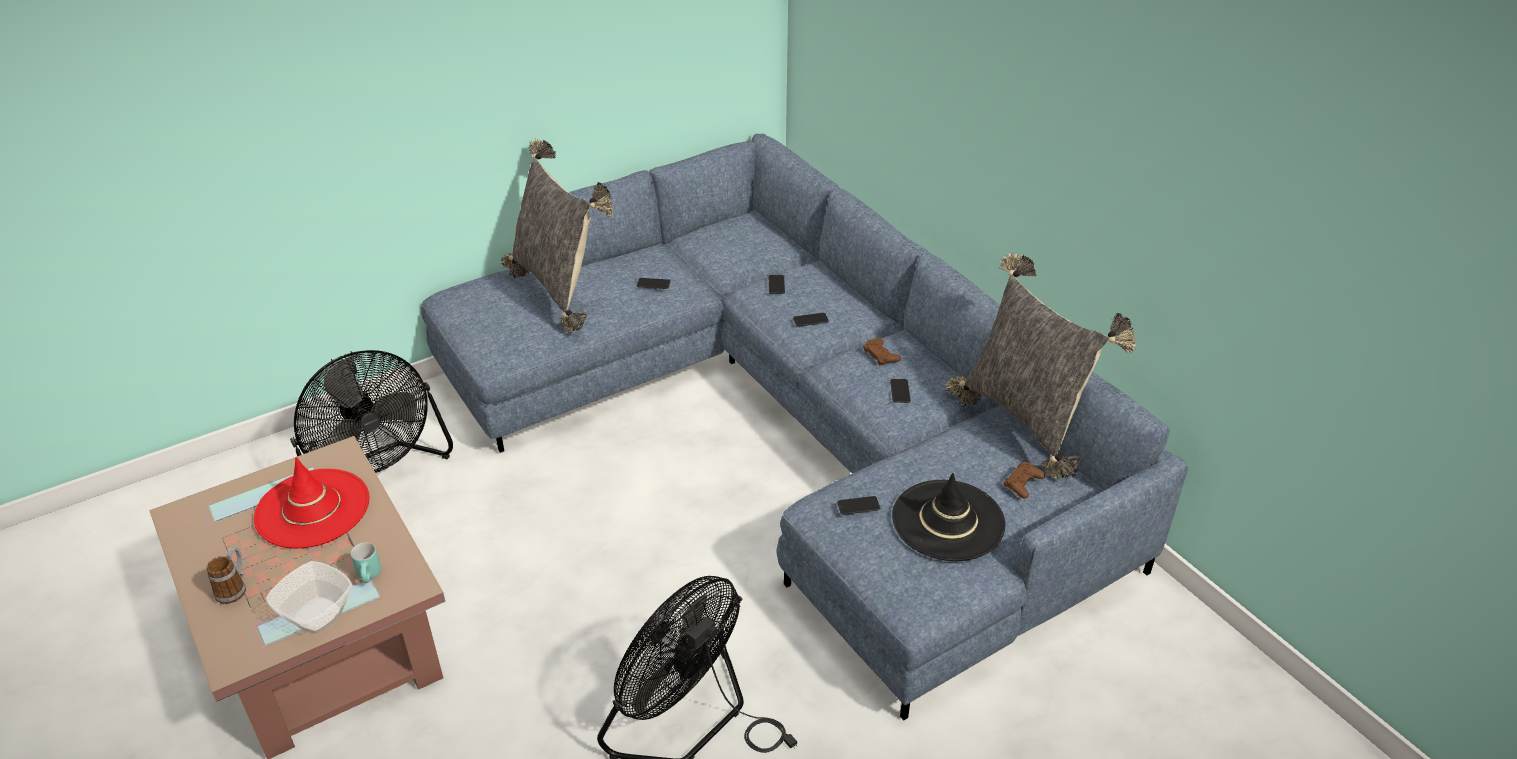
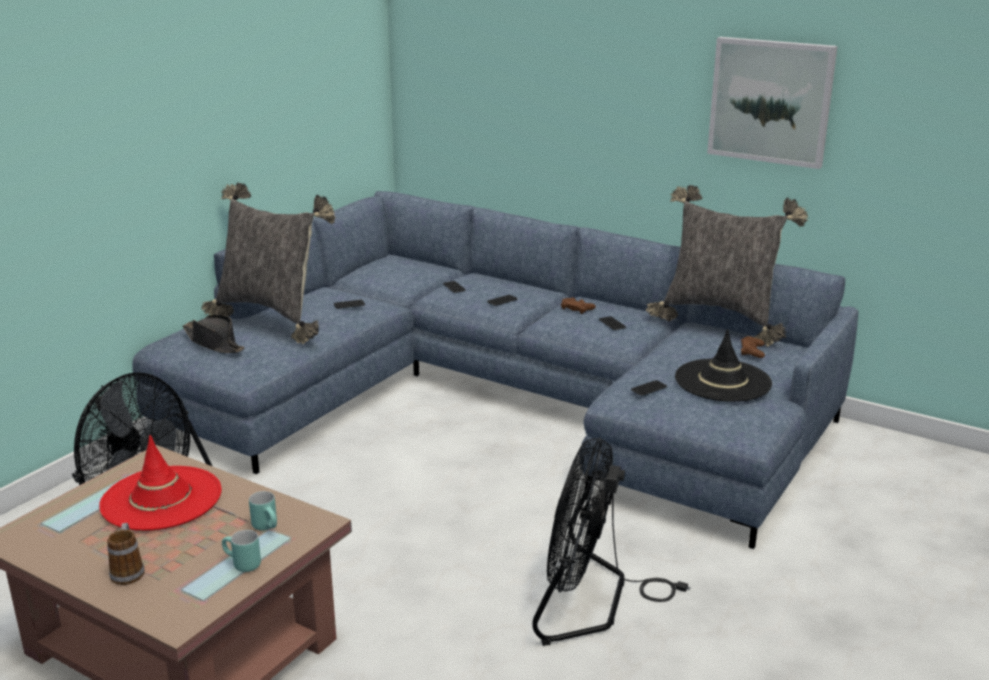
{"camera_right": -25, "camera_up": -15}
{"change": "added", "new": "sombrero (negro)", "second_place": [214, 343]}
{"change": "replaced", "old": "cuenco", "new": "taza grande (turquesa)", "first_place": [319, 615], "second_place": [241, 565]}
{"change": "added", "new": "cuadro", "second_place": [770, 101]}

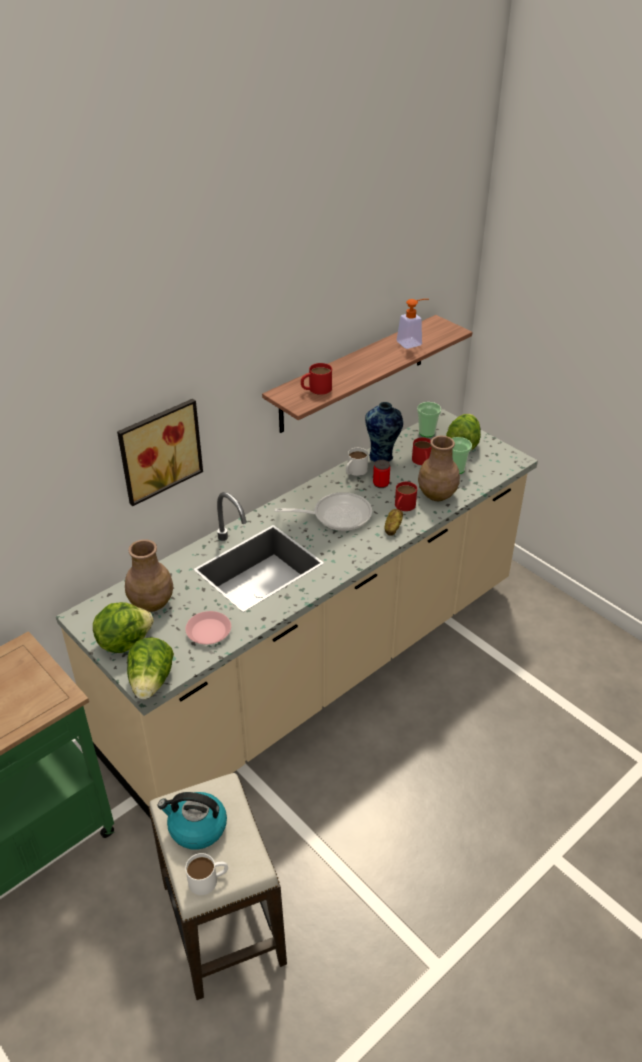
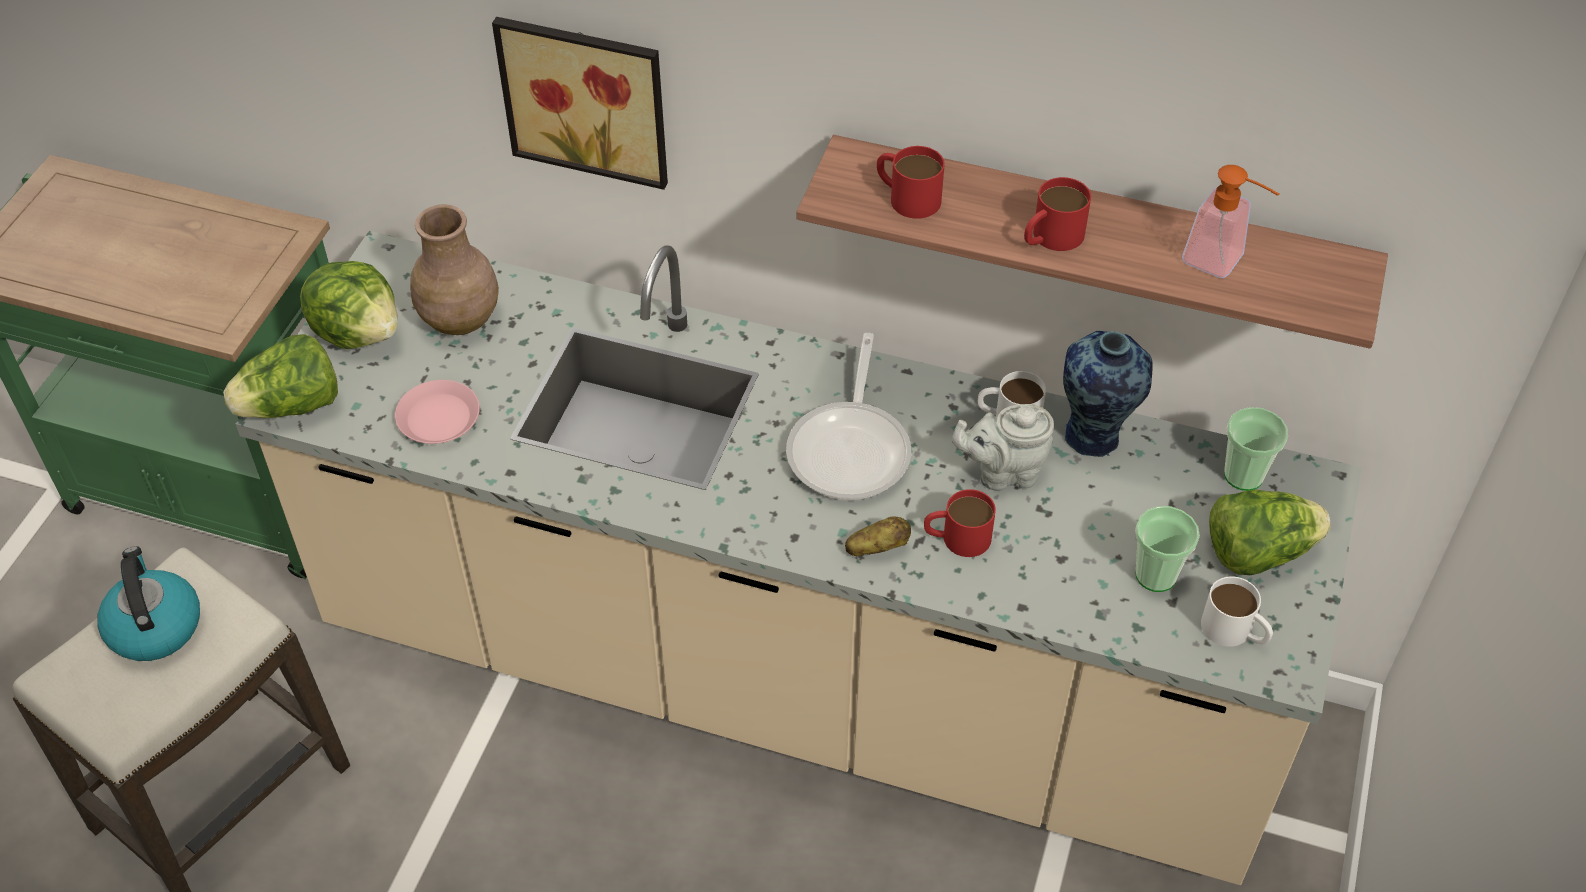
{"camera_right": 60, "camera_up": 10}
{"change": "turned", "old": "sartén", "first_place": [336, 515], "second_place": [851, 448], "degrees": 45}
{"change": "replaced", "old": "lata", "new": "tetera (gris)", "first_place": [381, 483], "second_place": [1003, 472]}
{"change": "moved", "old": "taza grande (rojo)", "first_place": [422, 461], "second_place": [1050, 237]}
{"change": "moved", "old": "taza grande (blanco)", "first_place": [208, 879], "second_place": [1235, 631]}
{"change": "removed", "old": "florero (marrón)", "first_place": [437, 495]}

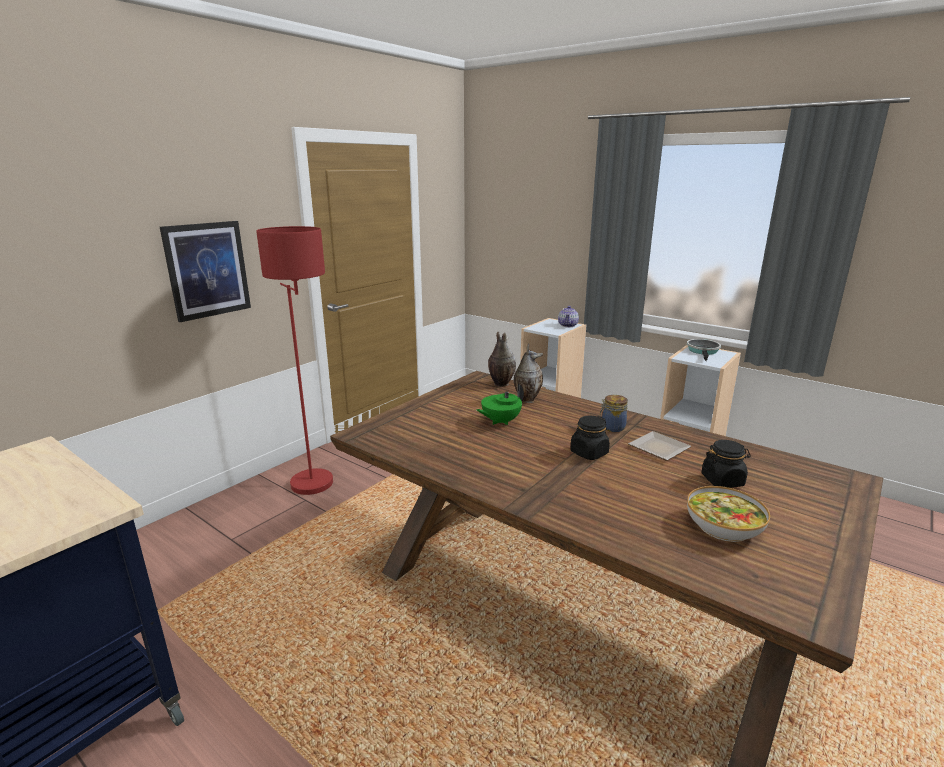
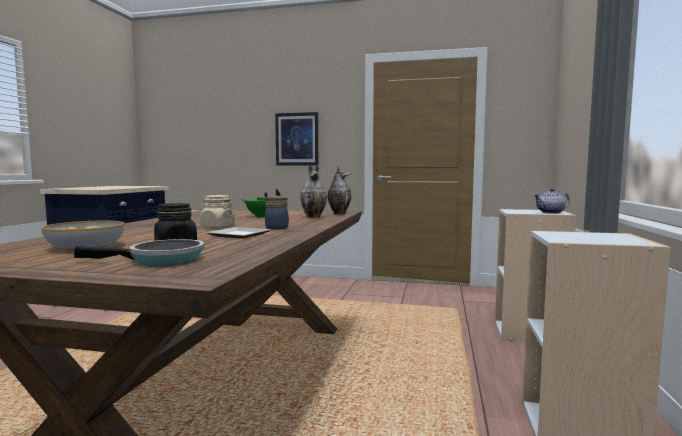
{"camera_right": 65, "camera_up": -15}
{"change": "moved", "old": "sartén", "first_place": [703, 351], "second_place": [161, 260]}
{"change": "recoloured", "old": "tarro (negro)", "new": "tarro (beis)", "first_place": [589, 453], "second_place": [217, 227]}
{"change": "removed", "old": "lámpara de pie (rojo)", "first_place": [317, 489]}

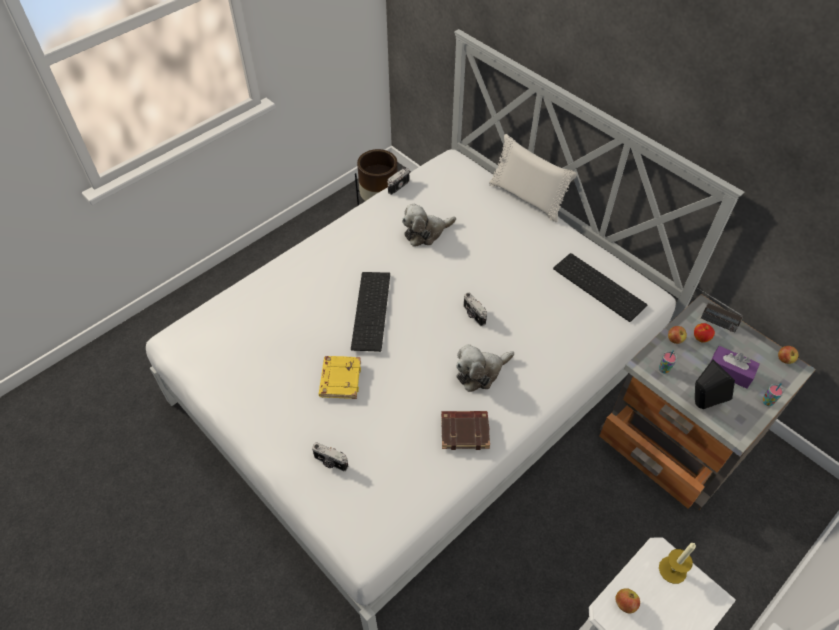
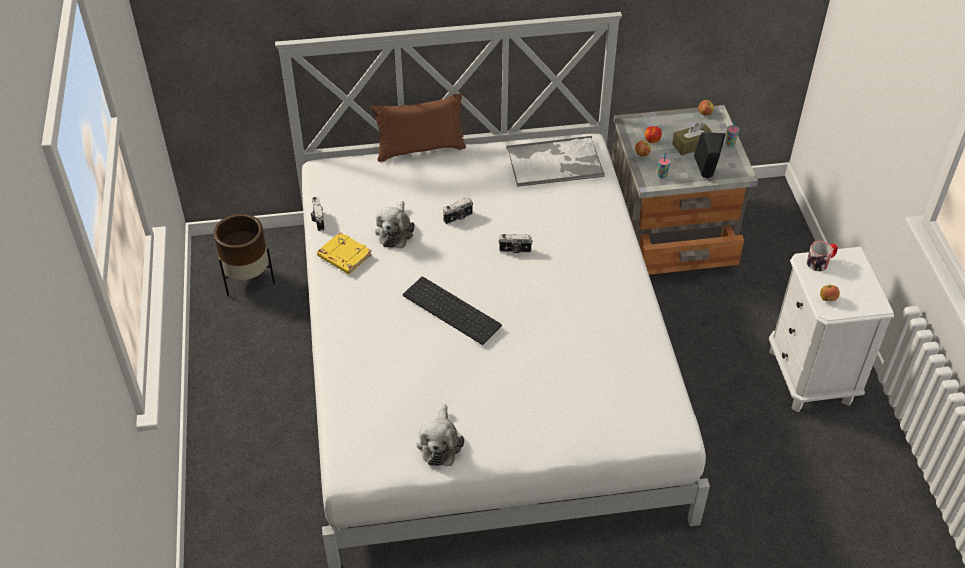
{"camera_right": -55, "camera_up": -5}
{"change": "moved", "old": "libro (amarillo)", "first_place": [339, 379], "second_place": [343, 256]}
{"change": "recoloured", "old": "cojín (blanco)", "new": "cojín (marrón)", "first_place": [527, 198], "second_place": [420, 149]}
{"change": "moved", "old": "peluche", "first_place": [481, 372], "second_place": [440, 444]}
{"change": "moved", "old": "cámara", "first_place": [330, 462], "second_place": [458, 218]}
{"change": "replaced", "old": "teclado", "new": "bandeja", "first_place": [601, 286], "second_place": [555, 162]}
{"change": "recoloured", "old": "caja de pañuelos (morado)", "new": "caja de pañuelos (marrón)", "first_place": [729, 372], "second_place": [692, 145]}
{"change": "replaced", "old": "vela", "new": "taza grande", "first_place": [672, 569], "second_place": [821, 262]}
{"change": "removed", "old": "libro (marrón)", "first_place": [465, 431]}
{"change": "removed", "old": "radio", "first_place": [709, 319]}

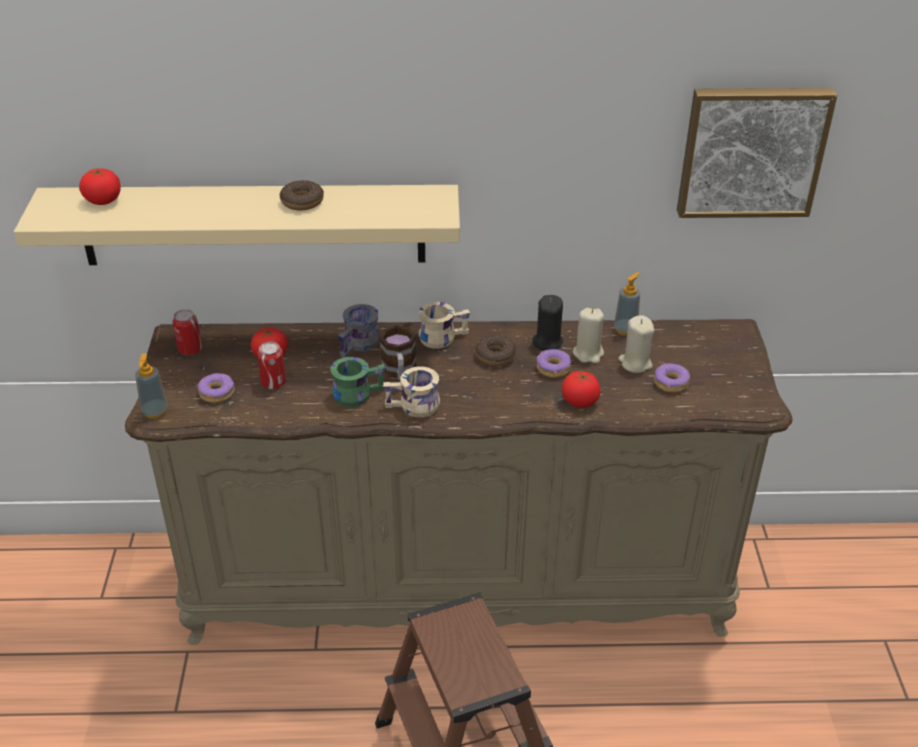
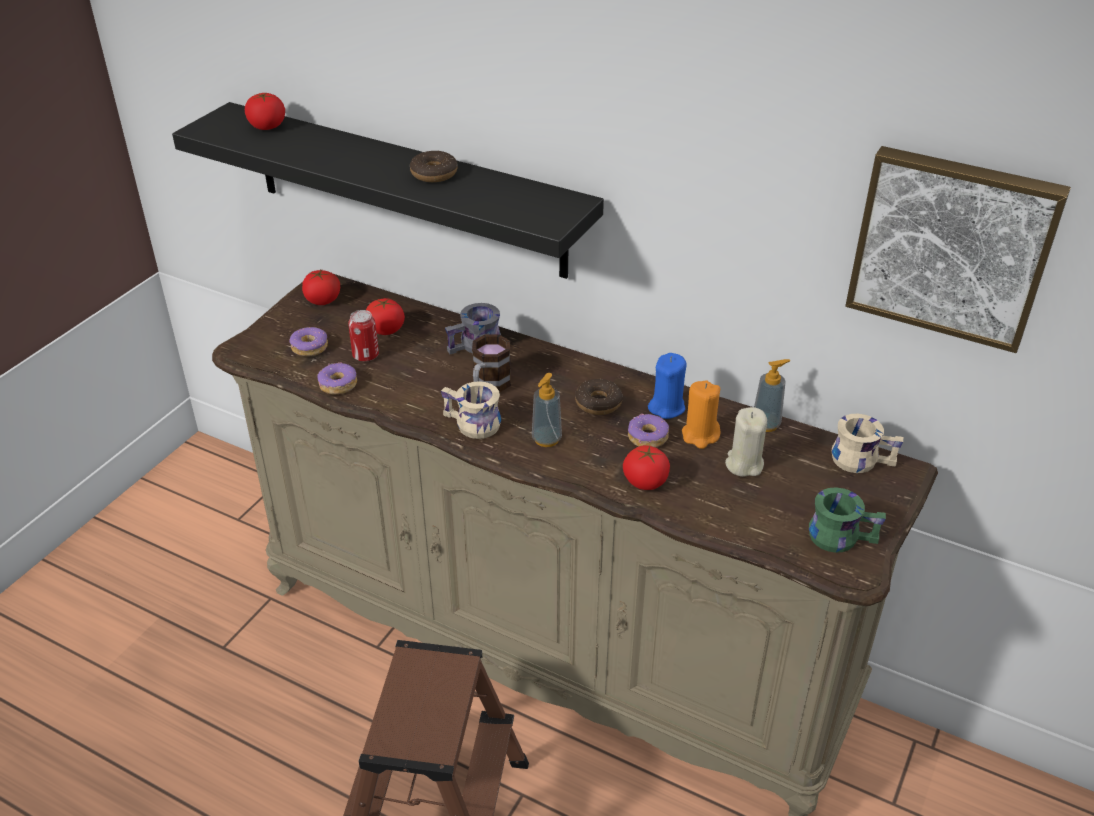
{"camera_right": 30, "camera_up": 0}
{"change": "recoloured", "old": "estante (beis)", "new": "estante (negro)", "first_place": [253, 224], "second_place": [406, 189]}
{"change": "replaced", "old": "lata", "new": "tomate", "first_place": [190, 350], "second_place": [323, 300]}
{"change": "moved", "old": "rosquilla", "first_place": [670, 383], "second_place": [337, 385]}
{"change": "moved", "old": "dispensador de jabón", "first_place": [155, 412], "second_place": [546, 439]}
{"change": "recoloured", "old": "vela (negro)", "new": "vela (azul)", "first_place": [547, 341], "second_place": [666, 407]}
{"change": "recoloured", "old": "vela (beis)", "new": "vela (naranja)", "first_place": [588, 353], "second_place": [700, 435]}
{"change": "moved", "old": "taza grande (verde)", "first_place": [357, 392], "second_place": [840, 534]}
{"change": "moved", "old": "taza grande (beis)", "first_place": [441, 335], "second_place": [861, 458]}

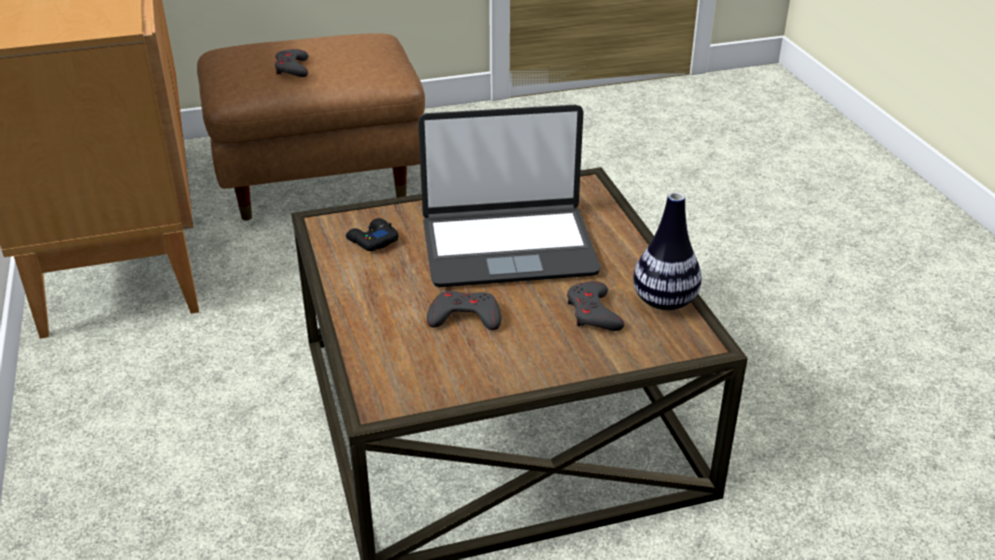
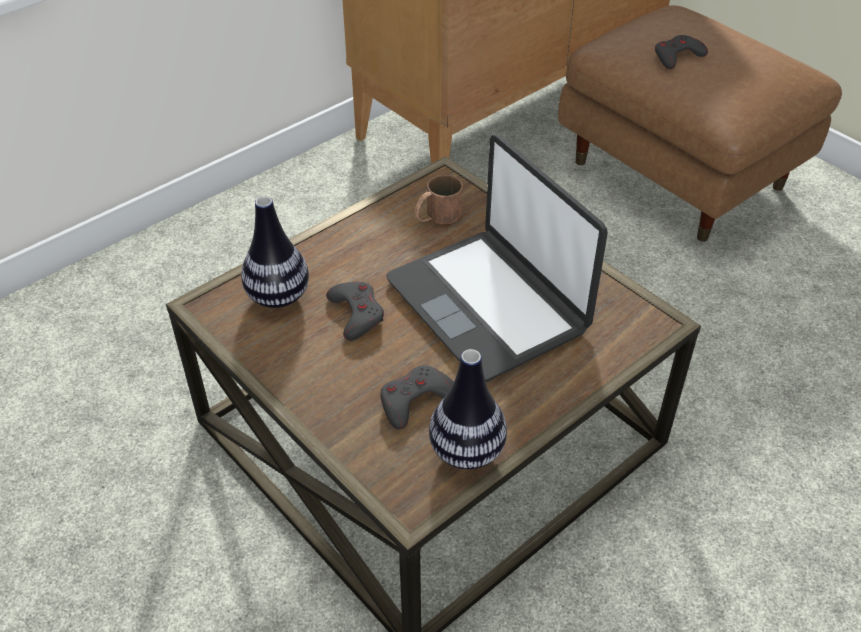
{"camera_right": 65, "camera_up": 10}
{"change": "added", "new": "florero", "second_place": [278, 297]}
{"change": "replaced", "old": "mando de consola (negro)", "new": "taza grande (marrón)", "first_place": [372, 240], "second_place": [437, 216]}

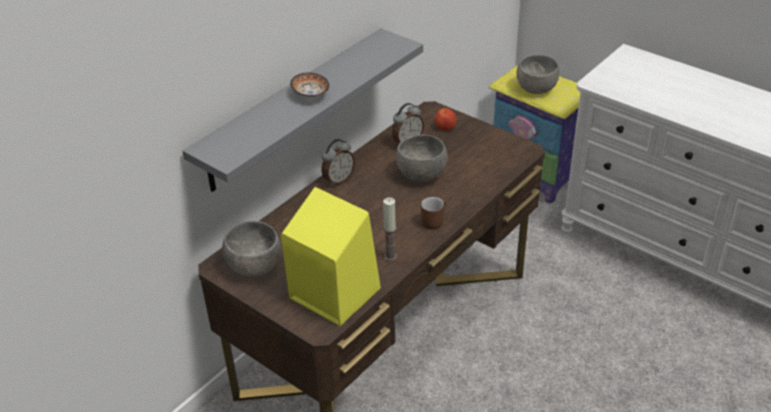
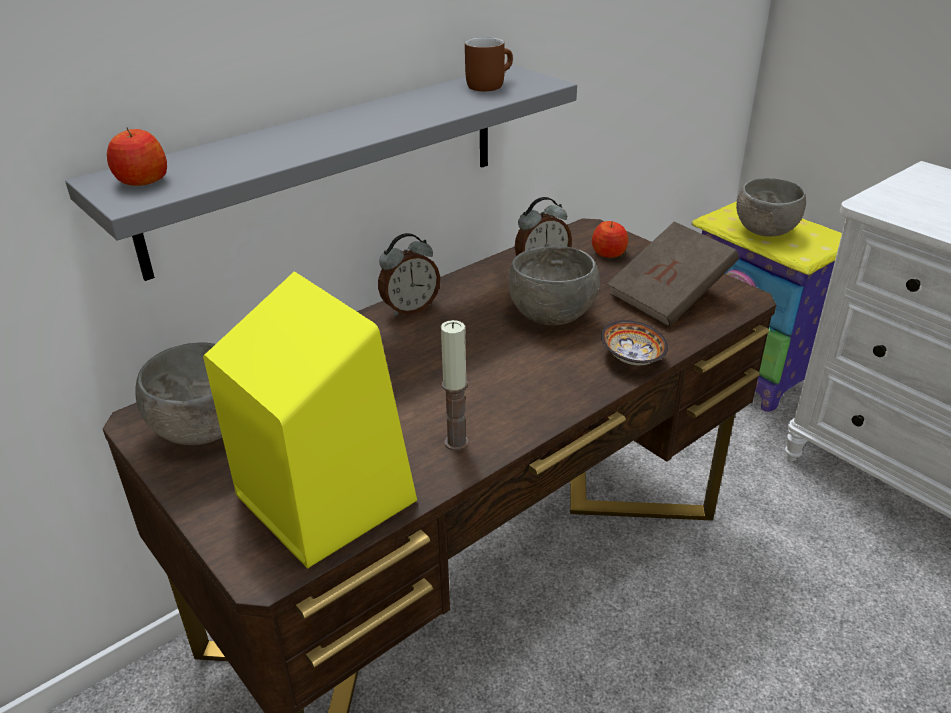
{"camera_right": 10, "camera_up": -5}
{"change": "added", "new": "manzana", "second_place": [141, 181]}
{"change": "moved", "old": "taza grande (marrón)", "first_place": [433, 220], "second_place": [488, 84]}
{"change": "moved", "old": "cuenco", "first_place": [310, 95], "second_place": [631, 359]}
{"change": "added", "new": "libro (marrón)", "second_place": [669, 297]}

